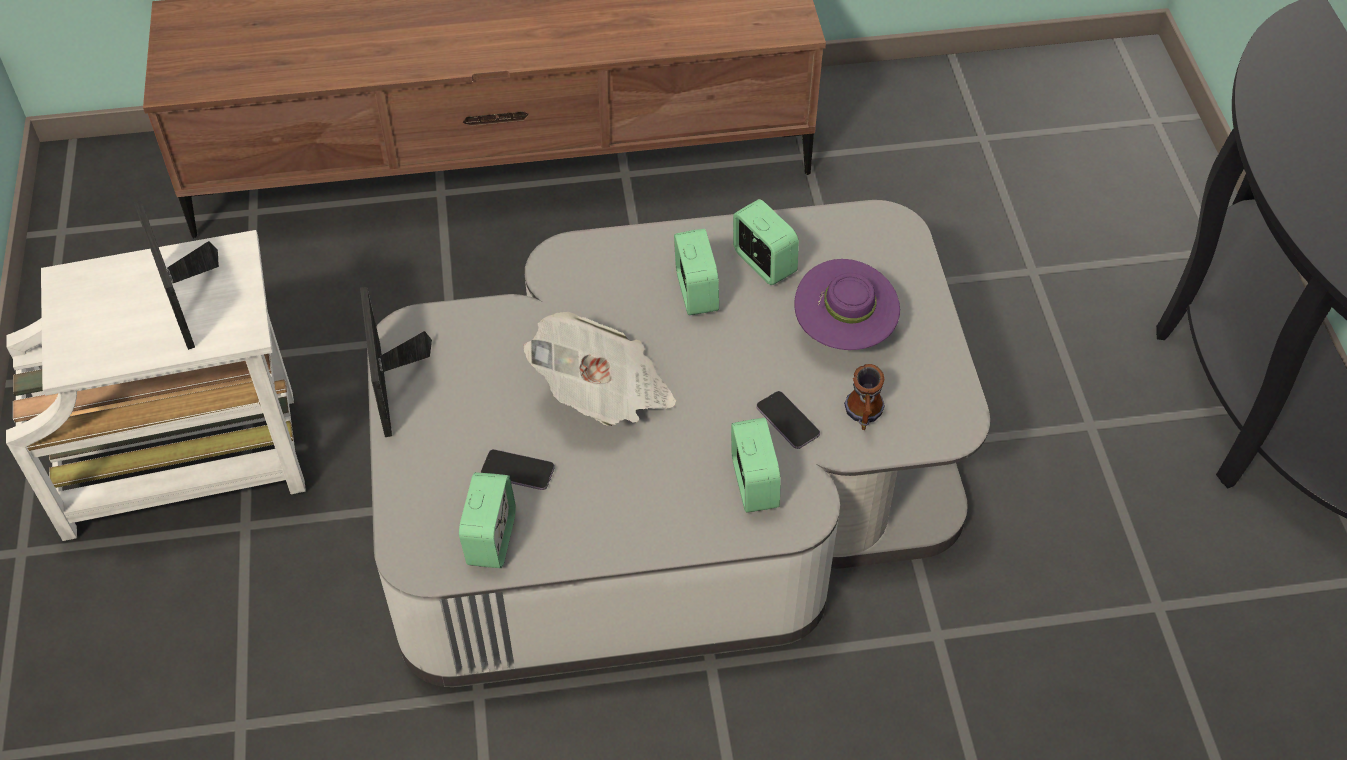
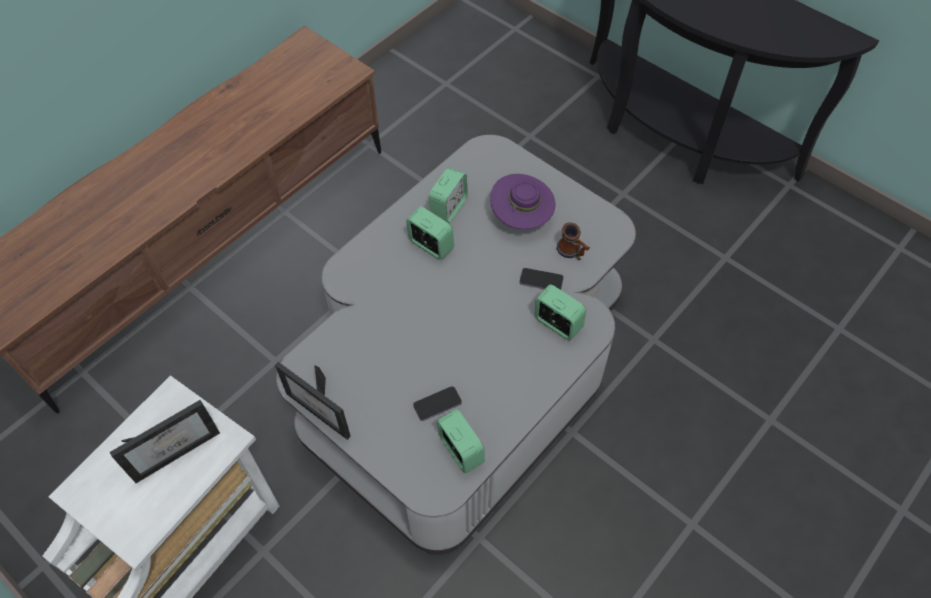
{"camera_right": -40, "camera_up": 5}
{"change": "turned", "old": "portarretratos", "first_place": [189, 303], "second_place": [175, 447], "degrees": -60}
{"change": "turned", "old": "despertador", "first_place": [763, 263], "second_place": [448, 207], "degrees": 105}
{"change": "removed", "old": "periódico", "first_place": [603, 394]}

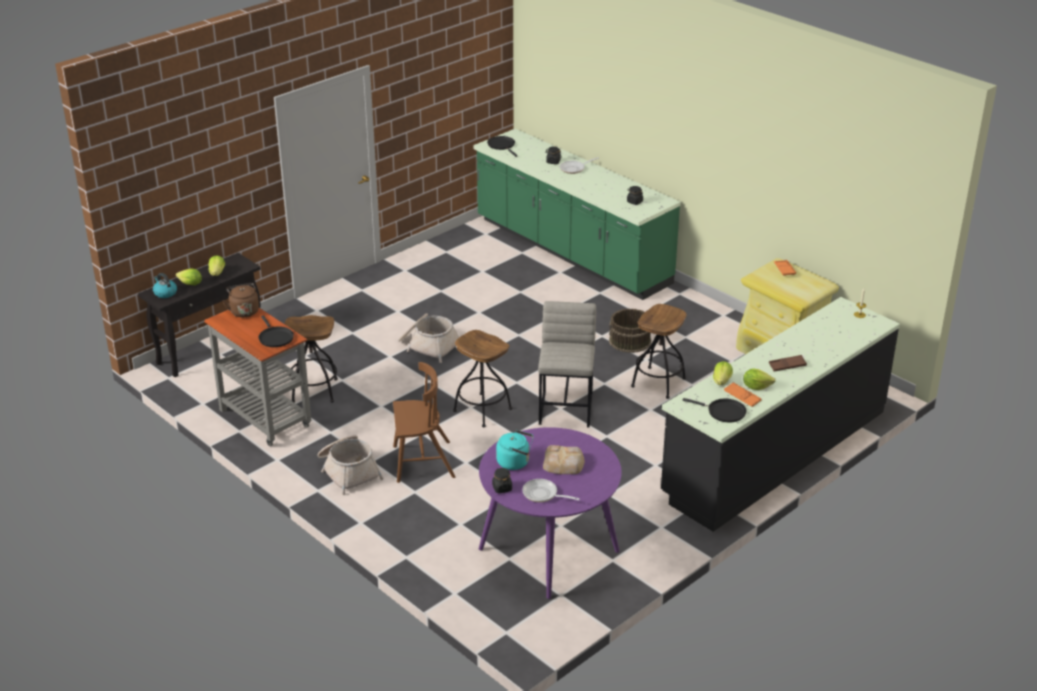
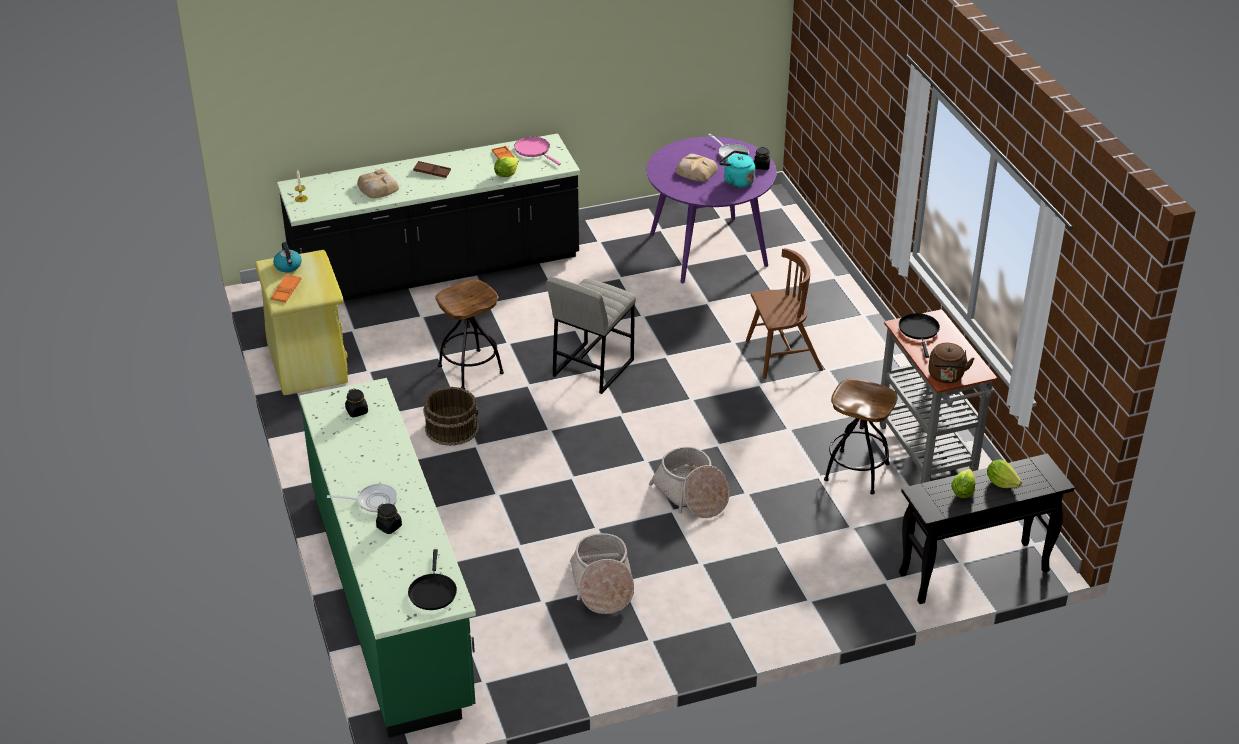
{"camera_right": -155, "camera_up": 5}
{"change": "moved", "old": "hervidor", "first_place": [165, 293], "second_place": [288, 266]}
{"change": "added", "new": "pan", "second_place": [378, 188]}
{"change": "recoloured", "old": "sartén (negro)", "new": "sartén (rosa)", "first_place": [723, 412], "second_place": [534, 150]}
{"change": "moved", "old": "cesta", "first_place": [348, 471], "second_place": [602, 585]}
{"change": "turned", "old": "silla (marrón)", "first_place": [419, 462], "second_place": [779, 355], "degrees": 150}
{"change": "removed", "old": "taburete (marrón)", "first_place": [482, 409]}
{"change": "removed", "old": "lechuga", "first_place": [756, 387]}

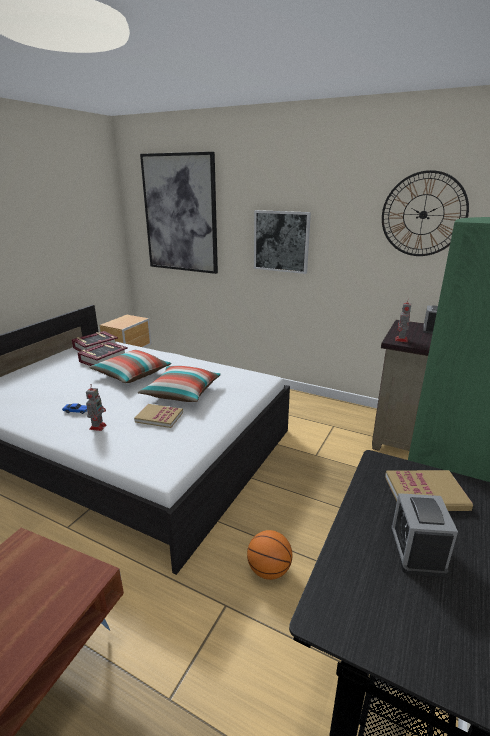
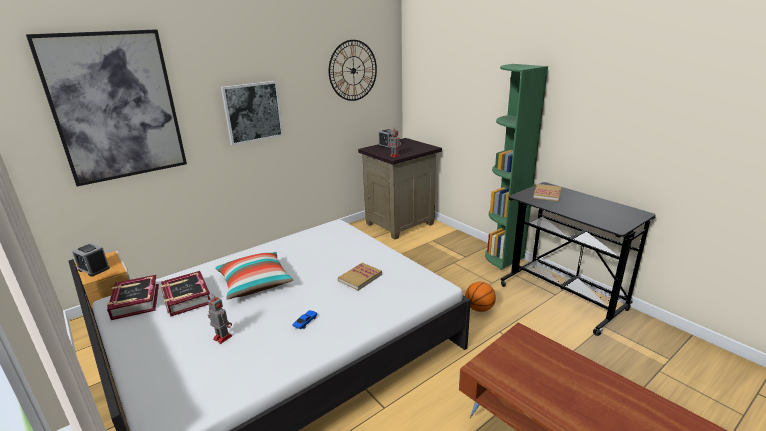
{"camera_right": -65, "camera_up": 0}
{"change": "moved", "old": "despertador", "first_place": [417, 550], "second_place": [94, 269]}
{"change": "moved", "old": "robot de juguete", "first_place": [98, 426], "second_place": [222, 337]}
{"change": "removed", "old": "cojín", "first_place": [182, 393]}

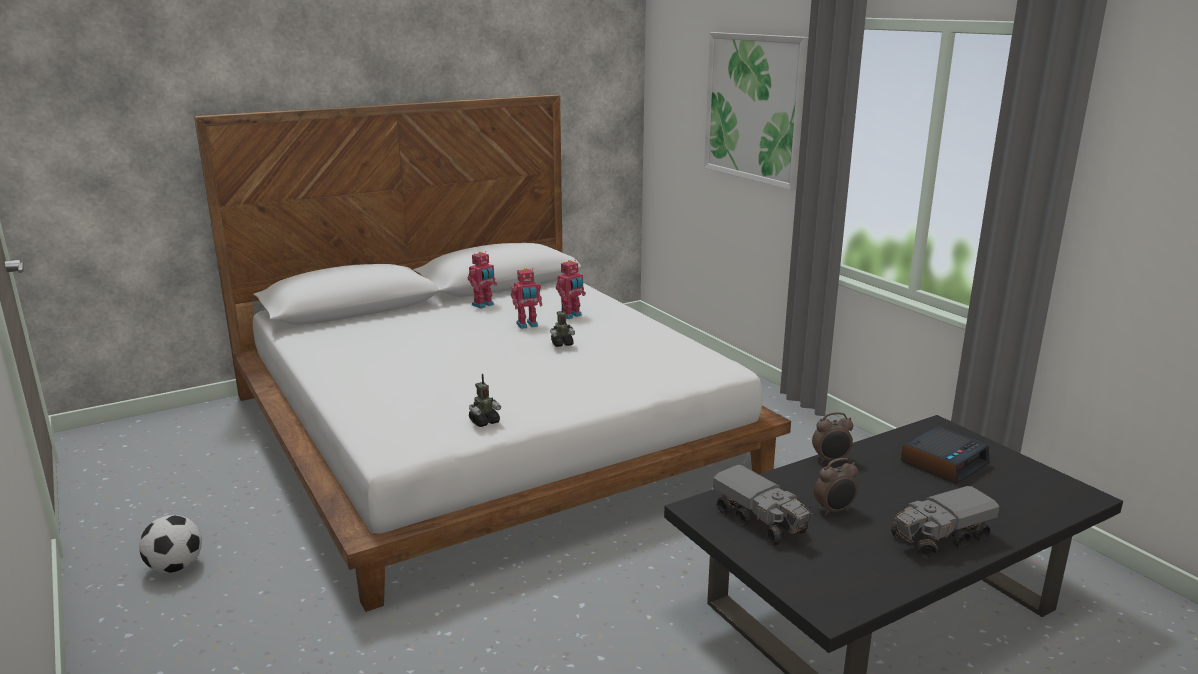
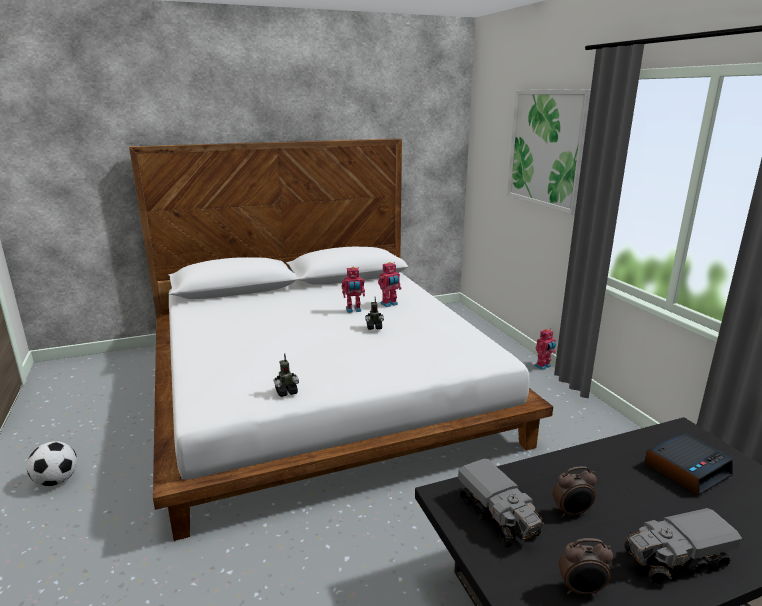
{"camera_right": 10, "camera_up": 0}
{"change": "moved", "old": "robot de juguete", "first_place": [483, 305], "second_place": [543, 366]}
{"change": "moved", "old": "despertador", "first_place": [831, 460], "second_place": [581, 590]}

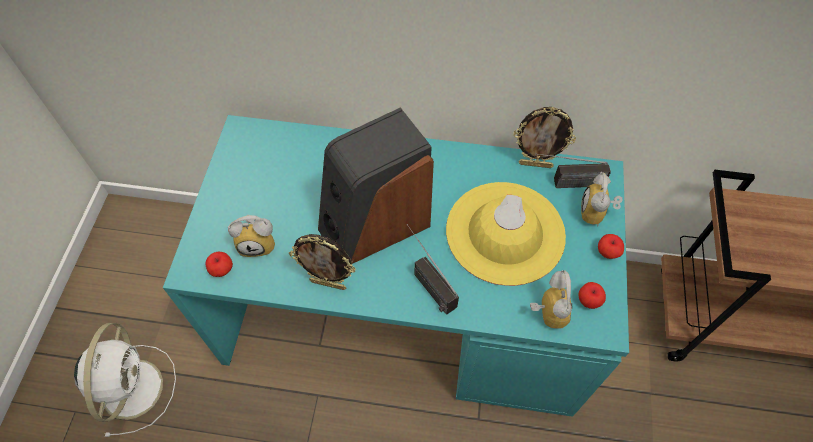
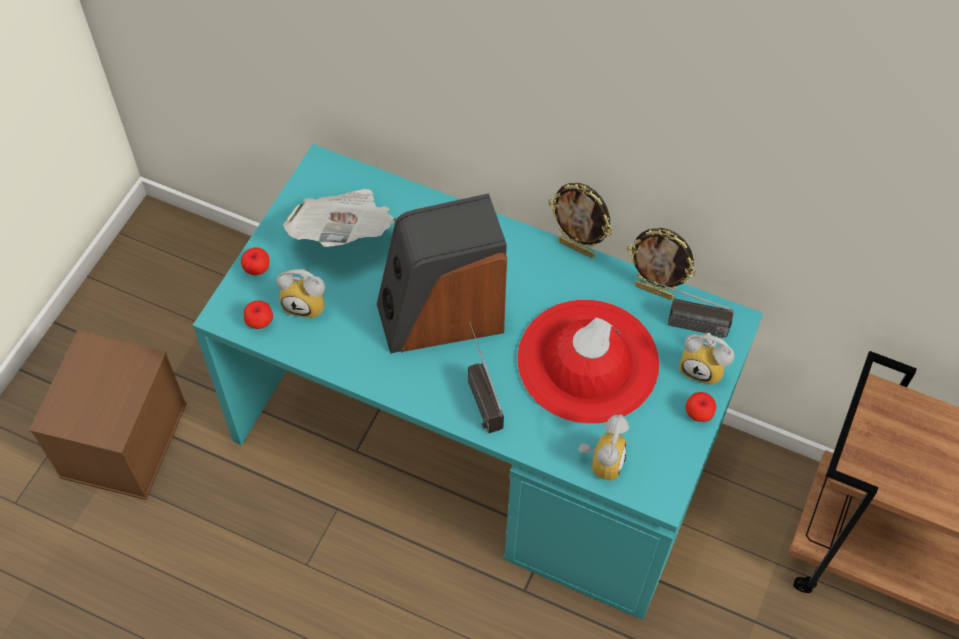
{"camera_right": 15, "camera_up": 0}
{"change": "replaced", "old": "ventilador (blanco)", "new": "caja de almacenaje (marrón)", "first_place": [133, 386], "second_place": [123, 438]}
{"change": "moved", "old": "manzana", "first_place": [589, 300], "second_place": [257, 268]}
{"change": "added", "new": "periódico", "second_place": [344, 233]}
{"change": "recoloured", "old": "sombrero (amarillo)", "new": "sombrero (rojo)", "first_place": [505, 232], "second_place": [587, 361]}
{"change": "moved", "old": "portarretratos", "first_place": [328, 284], "second_place": [577, 248]}
{"change": "turned", "old": "despertador", "first_place": [596, 214], "second_place": [703, 368], "degrees": -90}

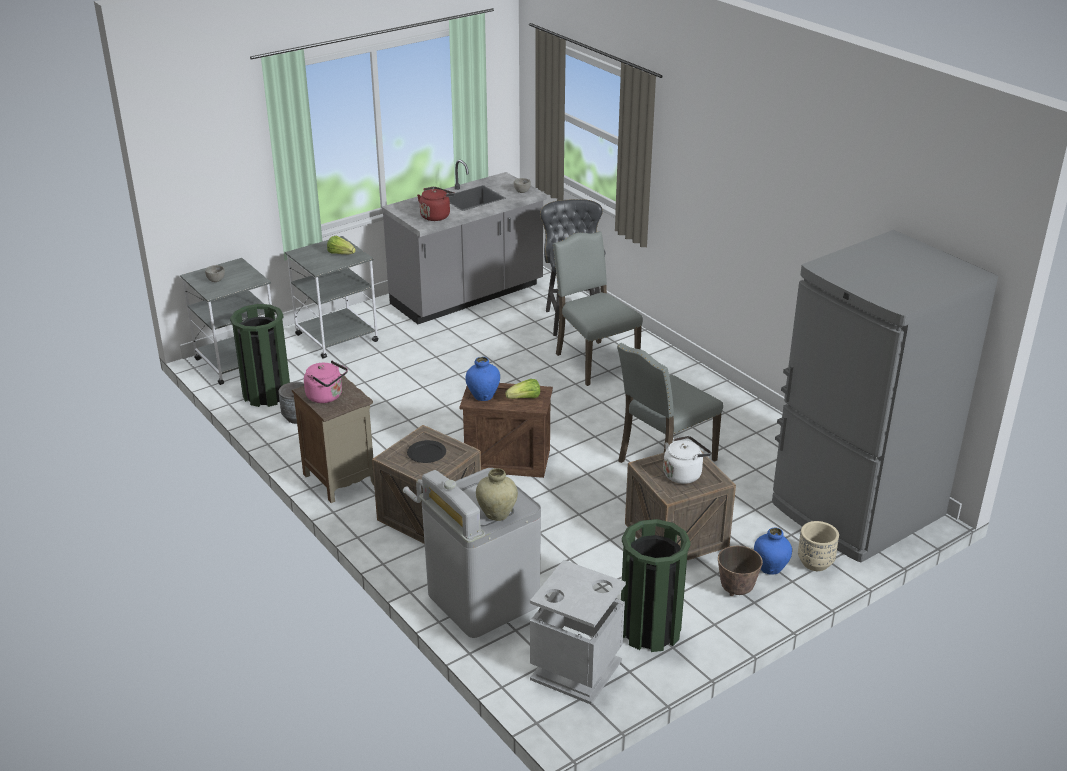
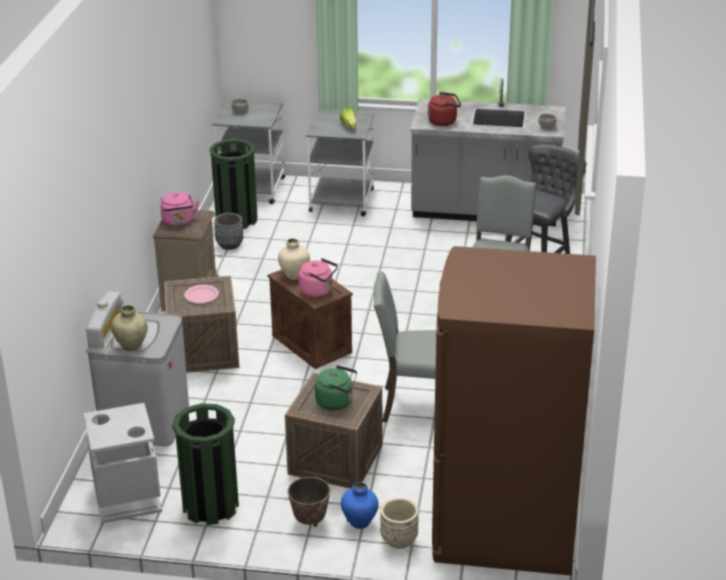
{"camera_right": 45, "camera_up": 0}
{"change": "recoloured", "old": "plato (negro)", "new": "plato (rosa)", "first_place": [427, 453], "second_place": [202, 295]}
{"change": "recoloured", "old": "florero (azul)", "new": "florero (beis)", "first_place": [483, 396], "second_place": [294, 275]}
{"change": "replaced", "old": "lechuga", "new": "hervidor (rosa)", "first_place": [525, 398], "second_place": [318, 291]}
{"change": "recoloured", "old": "hervidor (blanco)", "new": "hervidor (verde)", "first_place": [684, 474], "second_place": [337, 402]}
{"change": "recoloured", "old": "nevera (gris)", "new": "nevera (marrón)", "first_place": [855, 509], "second_place": [503, 525]}

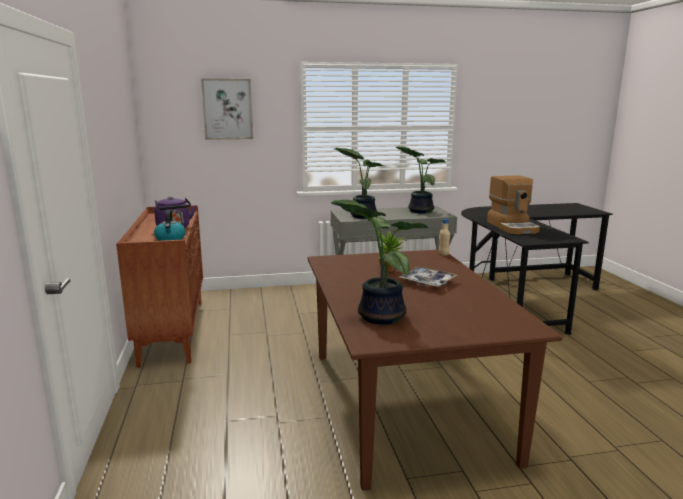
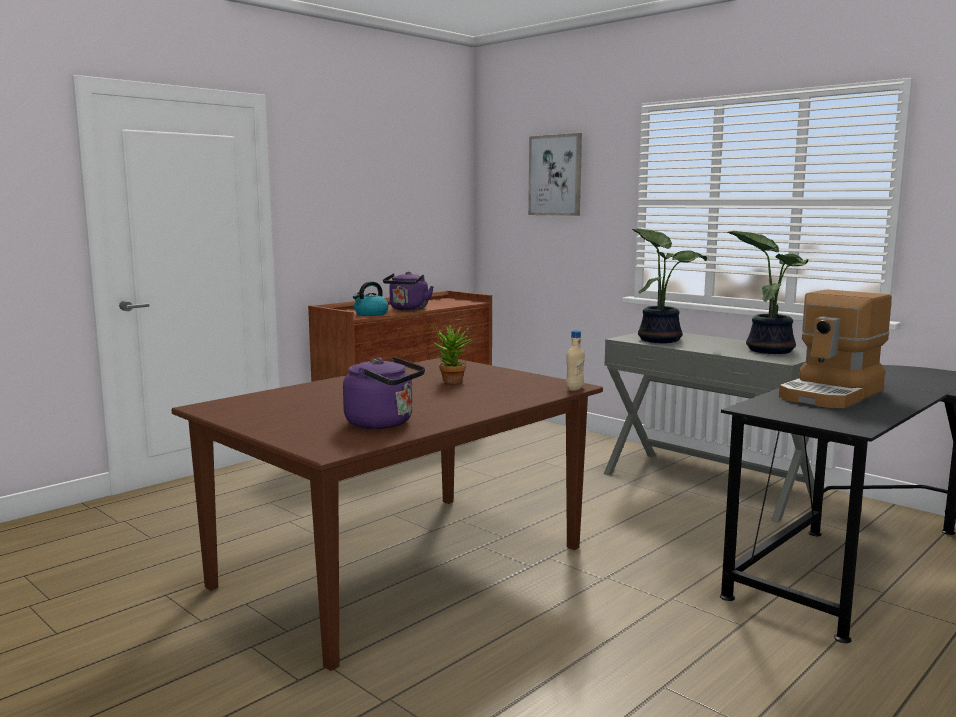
{"camera_right": 55, "camera_up": -5}
{"change": "added", "new": "hervidor (morado)", "second_place": [383, 423]}
{"change": "removed", "old": "planta en maceta", "first_place": [378, 316]}
{"change": "removed", "old": "bandeja", "first_place": [427, 282]}

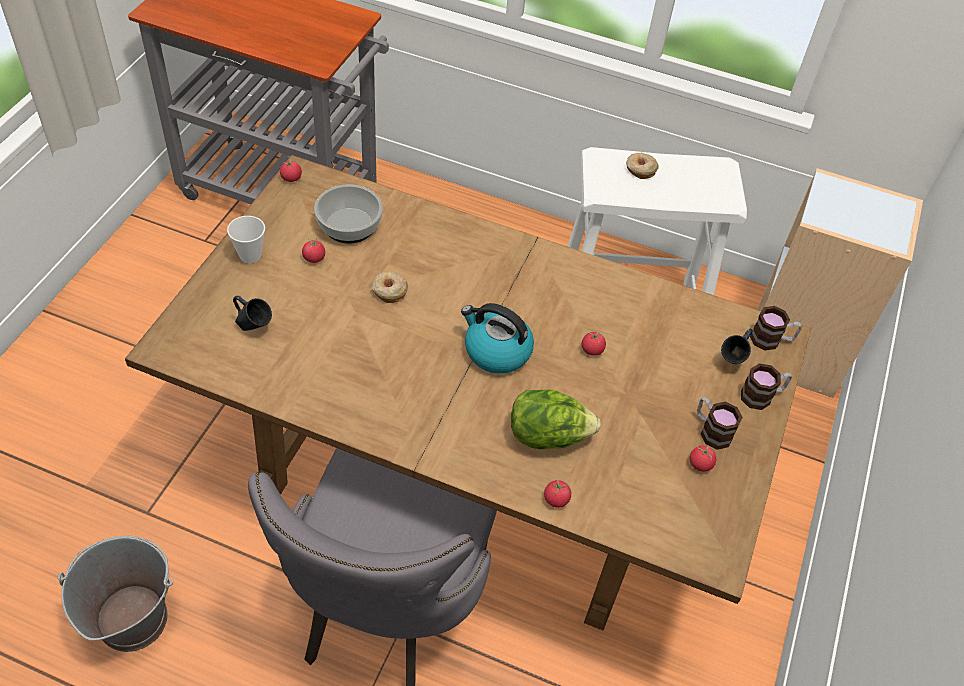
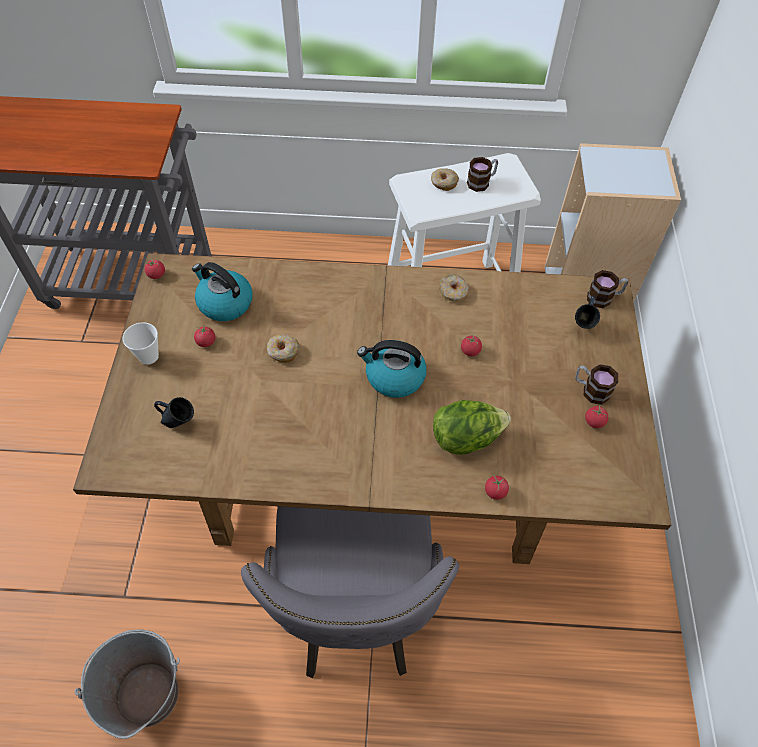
{"camera_right": -15, "camera_up": 5}
{"change": "replaced", "old": "cuenco", "new": "hervidor", "first_place": [349, 226], "second_place": [224, 303]}
{"change": "added", "new": "rosquilla", "second_place": [453, 292]}
{"change": "moved", "old": "taza grande", "first_place": [762, 396], "second_place": [482, 182]}

